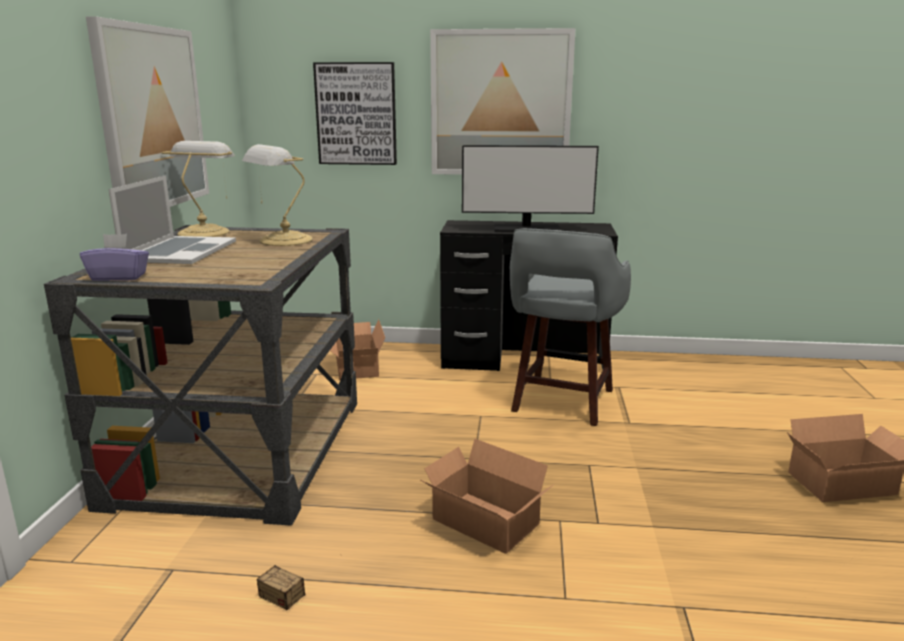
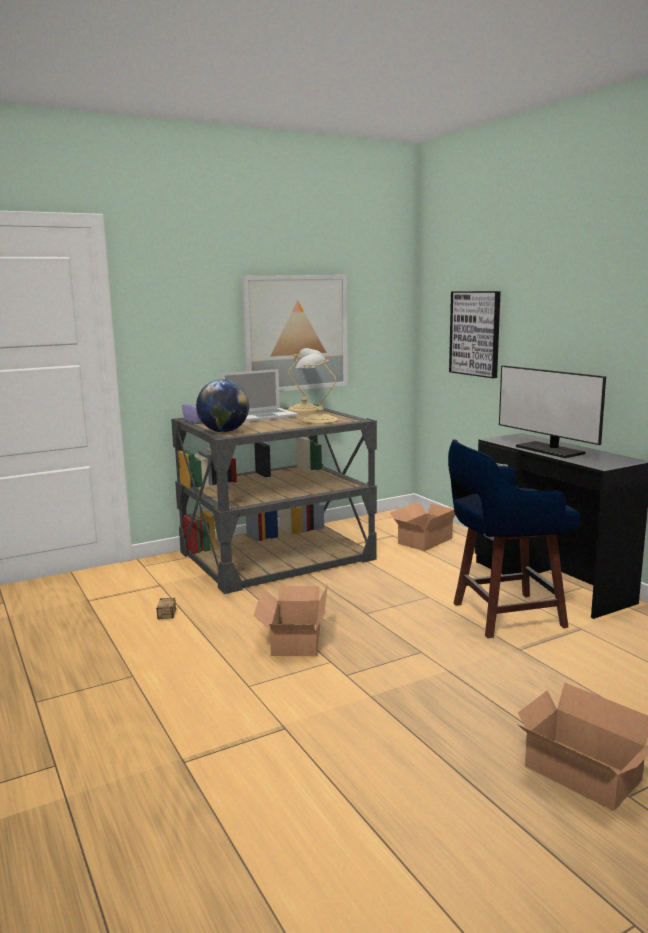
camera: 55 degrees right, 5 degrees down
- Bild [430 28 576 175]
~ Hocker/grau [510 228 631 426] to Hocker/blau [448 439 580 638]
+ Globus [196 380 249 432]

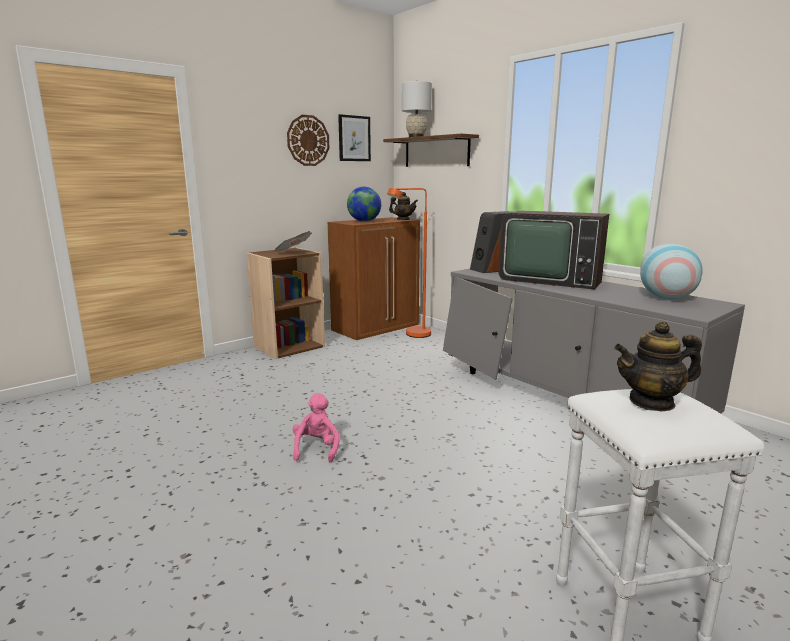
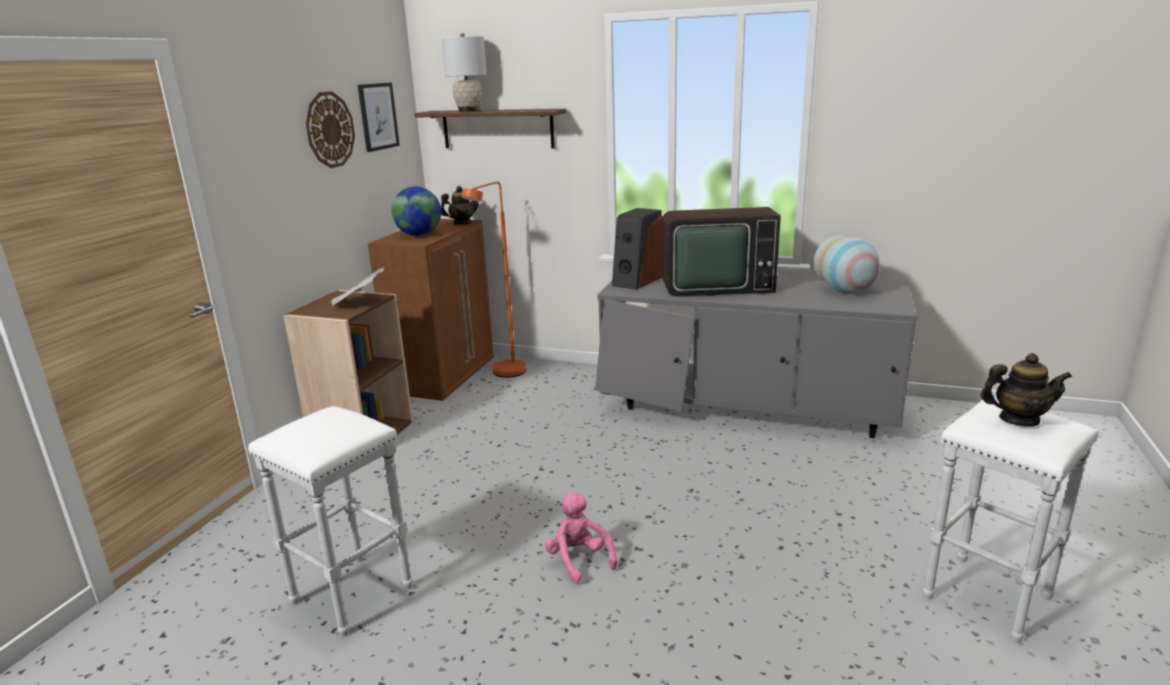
camera: 30 degrees left, 5 degrees up
~ Teekanne [614 321 702 411] = [980 353 1072 427] 135 degrees counterclockwise
+ Hocker/weiß [248 406 413 637]

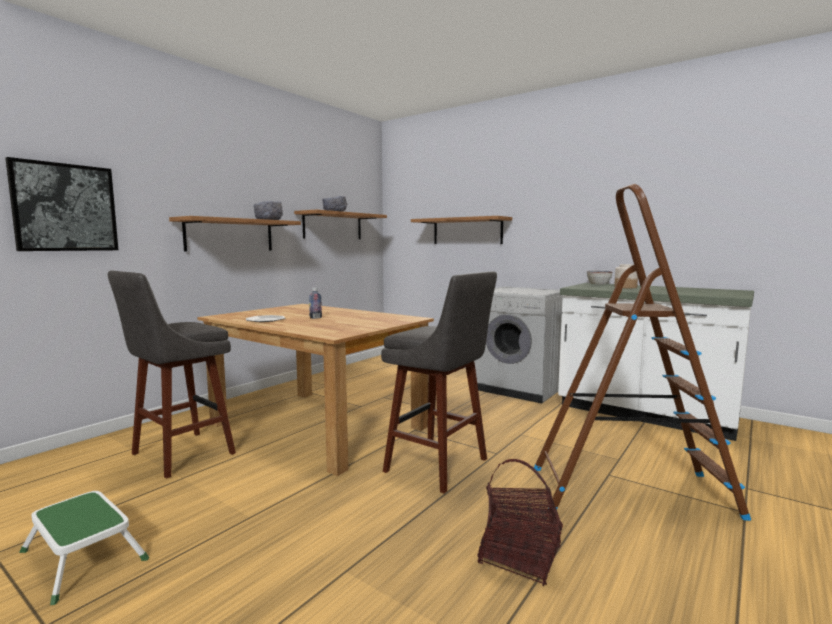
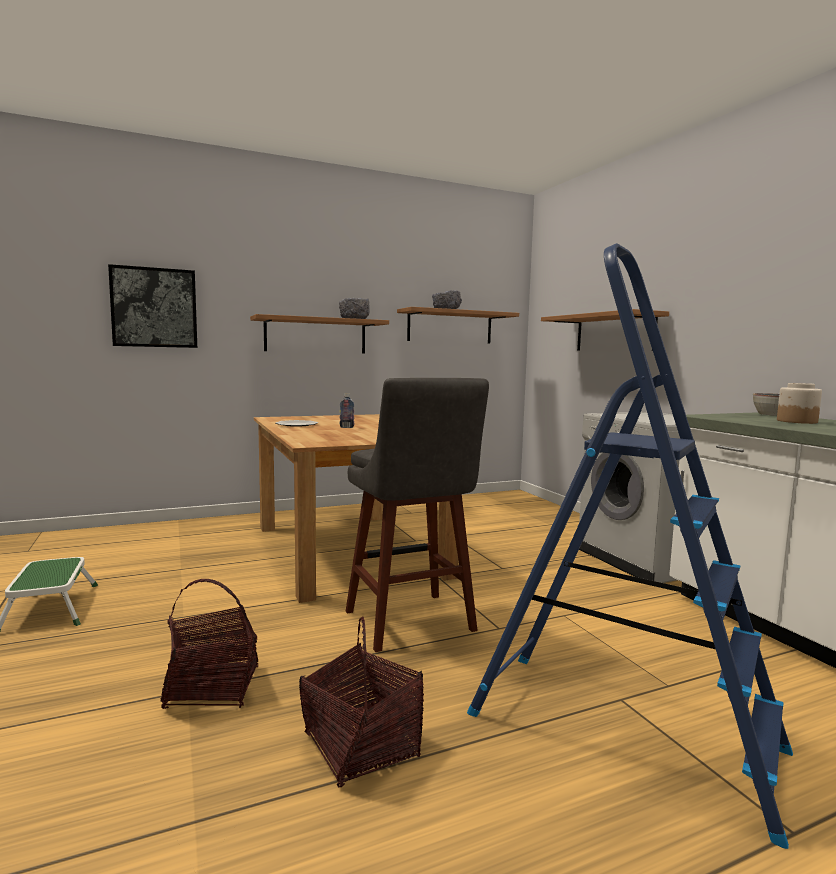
camera: 30 degrees right, 0 degrees up
- Hocker/grau [108 271 236 479]
~ Trittleiter/braun [534 184 751 521] to Trittleiter/blau [467 243 793 849]
+ Korb [161 579 258 709]

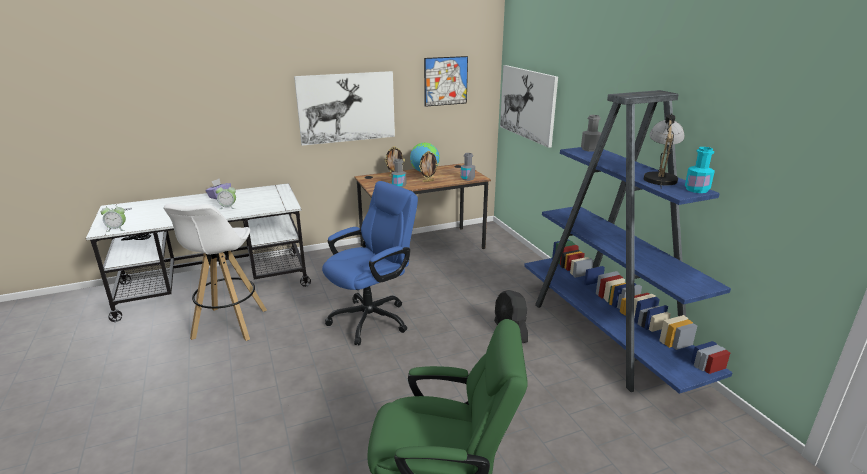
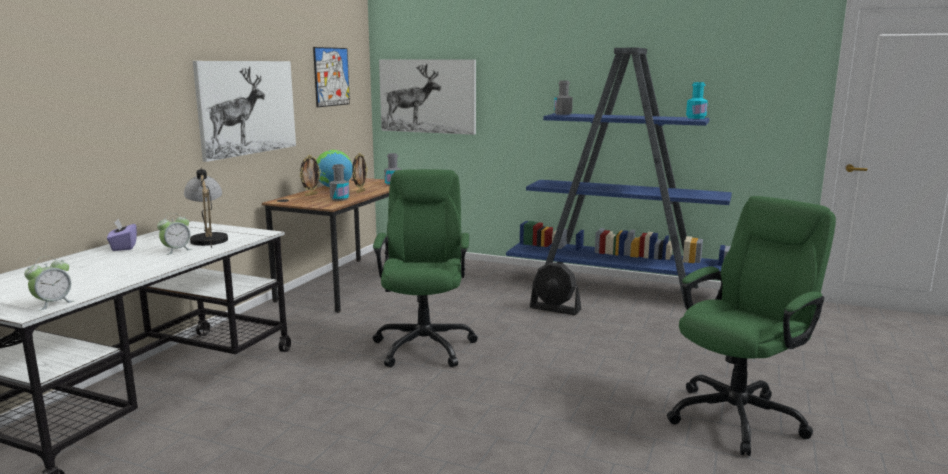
camera: 45 degrees left, 10 degrees down
- Hocker/weiß [163 204 267 341]
~ Bürostuhl/blau [322 181 418 345] to Bürostuhl/grün [373 169 478 367]
~ Tischlampe [644 113 684 189] to [184 167 228 248]

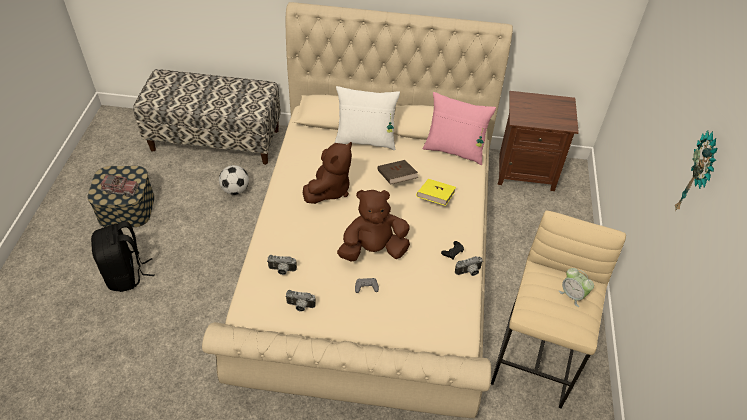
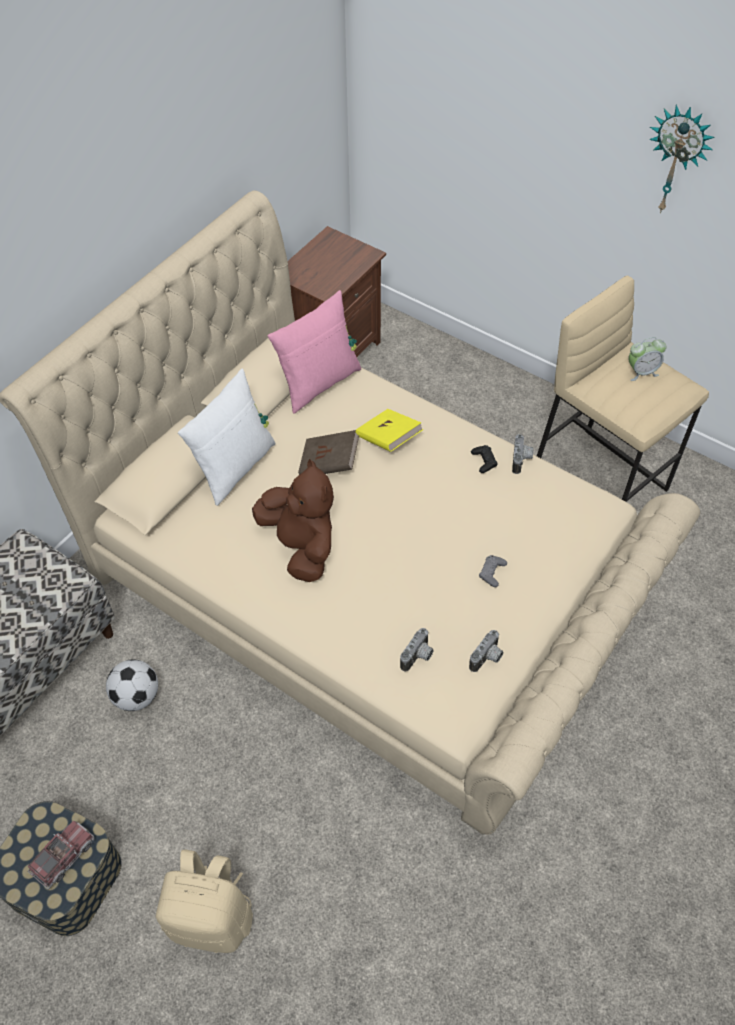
camera: 60 degrees left, 5 degrees up
~ Rucksack/schwarz [91 221 154 292] to Rucksack/beige [156 850 253 953]
- Plüschtier/braun [337 190 410 261]

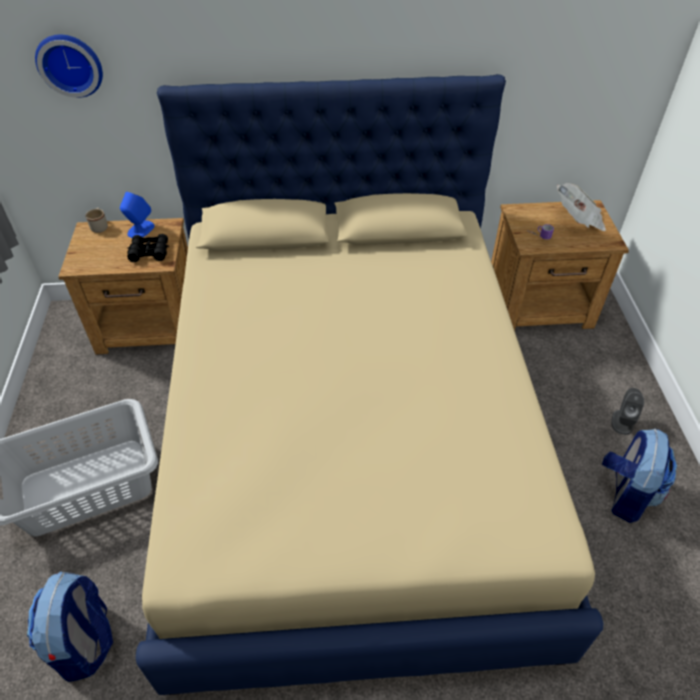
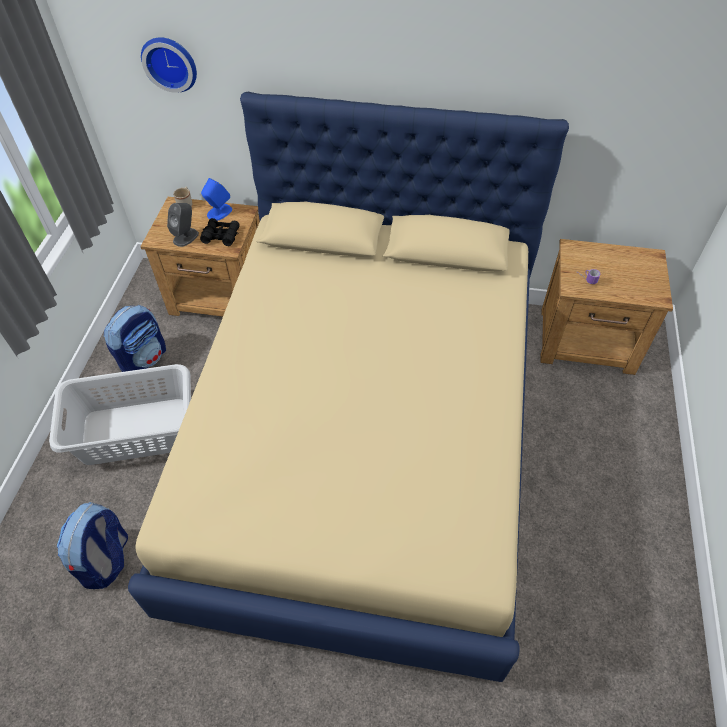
camera: 15 degrees right, 5 degrees up
- Zeitung [557 183 606 231]
~ Rucksack [602 429 677 523] to [104 305 166 372]
~ Lautsprecher/grau [611 388 644 435] to [167 203 199 247]

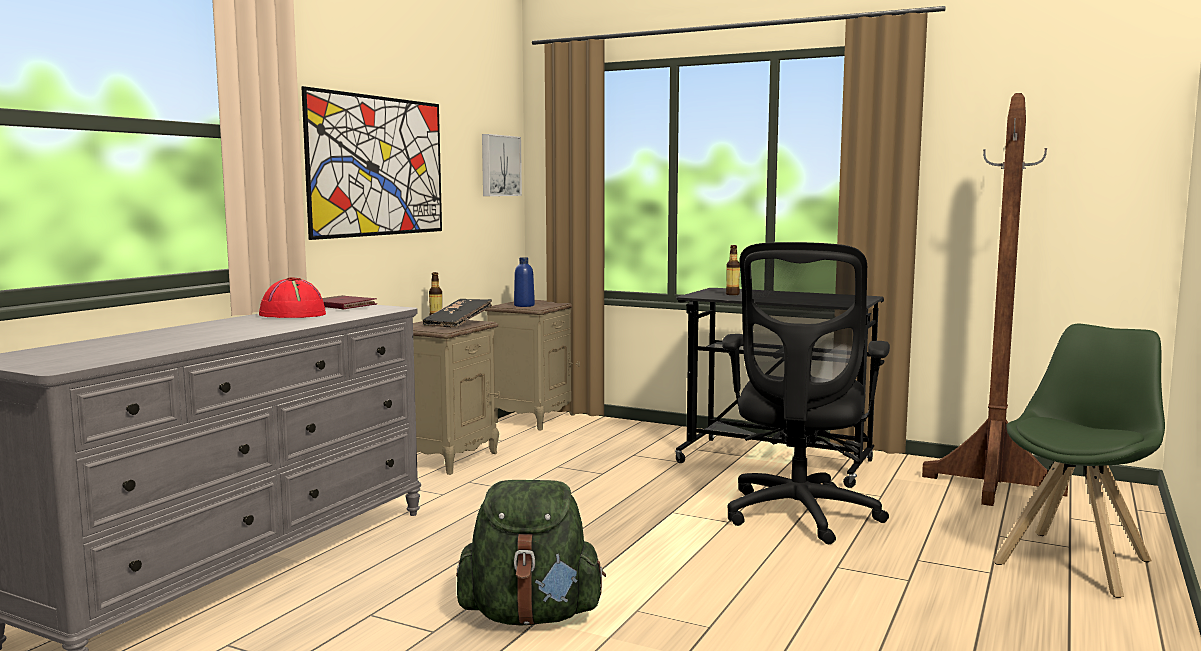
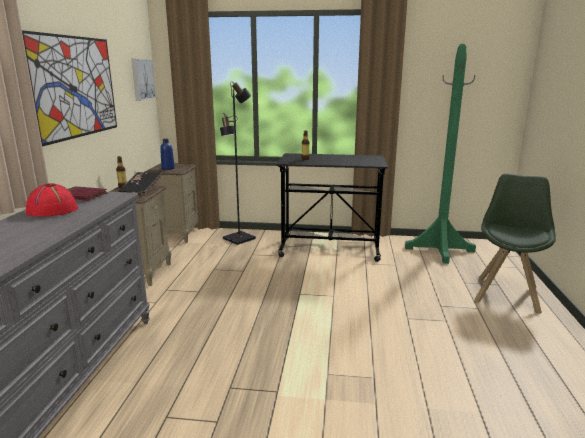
camera: 20 degrees left, 10 degrees up
- Rucksack/grün [456 480 606 626]
- Bürostuhl/schwarz [722 242 890 544]
~ Kleiderständer/braun [922 93 1068 506] to Kleiderständer/grün [405 44 476 264]
+ Stehlampe/schwarz [220 81 256 245]

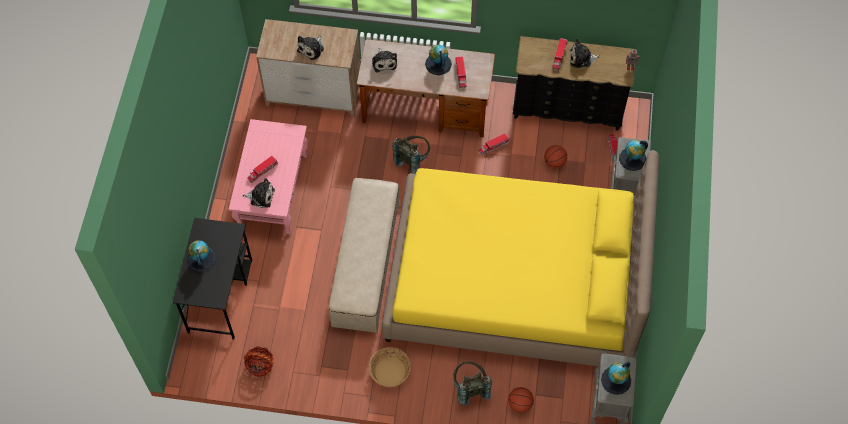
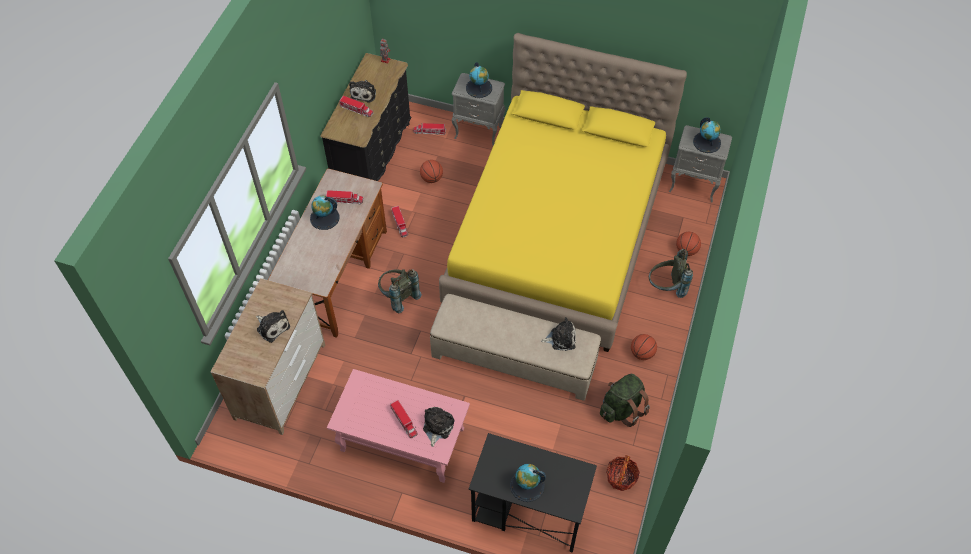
camera: 80 degrees left, 5 degrees down
~ Korb [369 347 411 387] to Basketball [631 334 657 360]
~ Plüschtier [372 48 397 72] to [541 317 576 351]
+ Rucksack/grün [600 374 650 427]

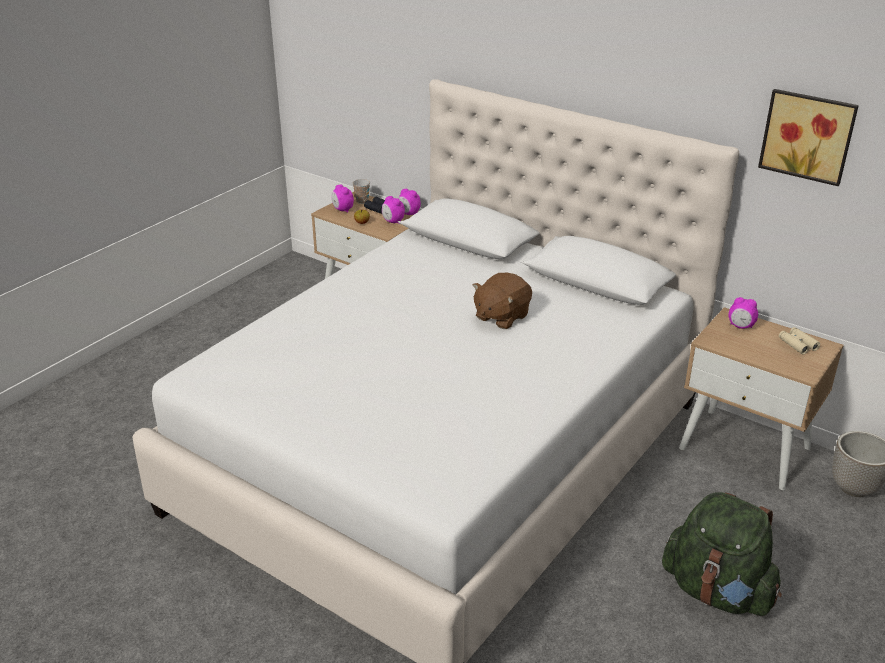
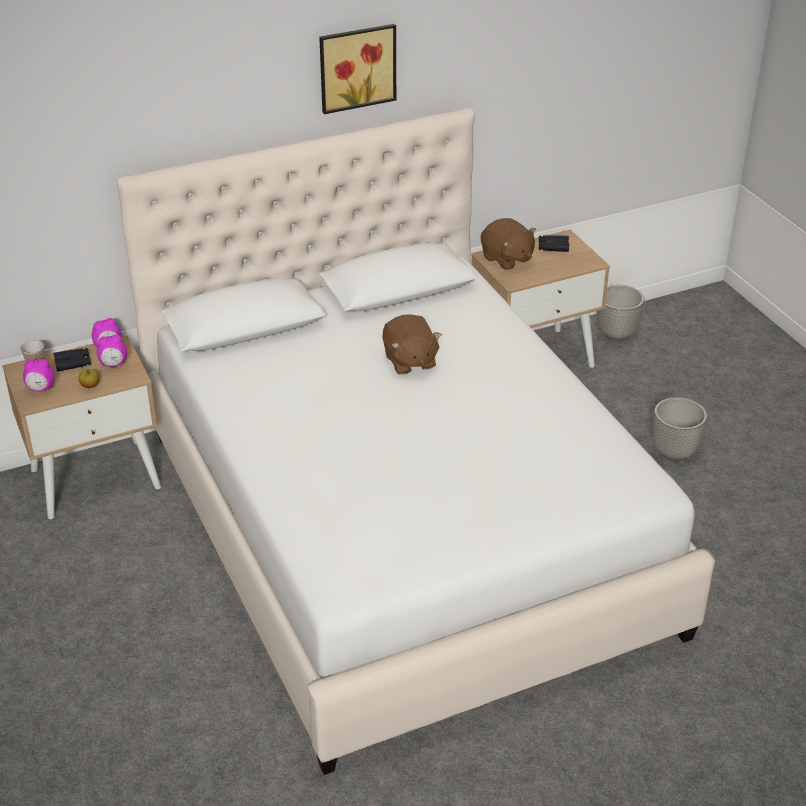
camera: 60 degrees left, 5 degrees up
~ Rucksack/grün [662 492 782 616] to Pflanzkübel [653 397 707 461]
~ Wecker [729 297 758 329] to Plüschtier/braun [481 218 536 270]
~ Bild [758 89 859 186] to [319 24 396 114]
~ Fernglas/beige [779 327 820 354] to Fernglas/schwarz [539 235 569 252]

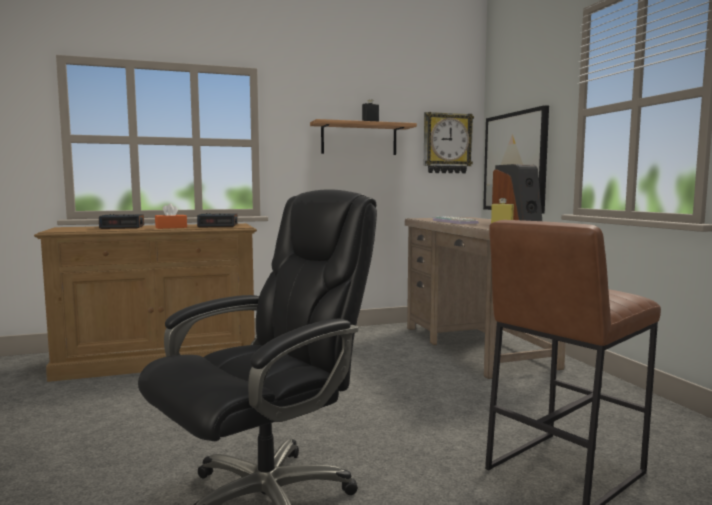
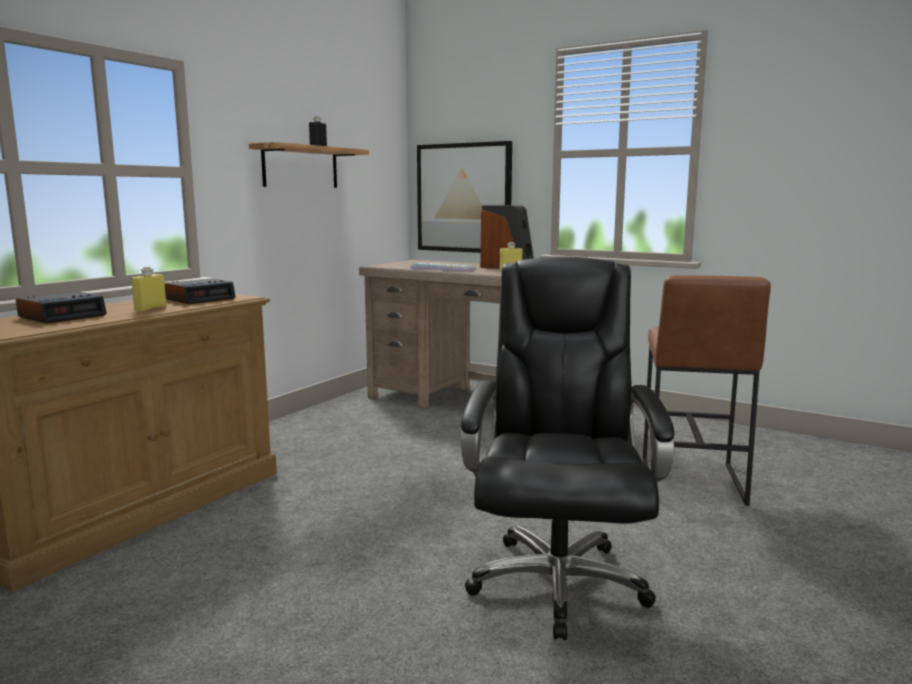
camera: 40 degrees left, 5 degrees up
~ Taschentuchbox/orange [155 203 187 229] to Flasche/gelb [131 267 167 312]
- Wanduhr [424 112 474 173]

